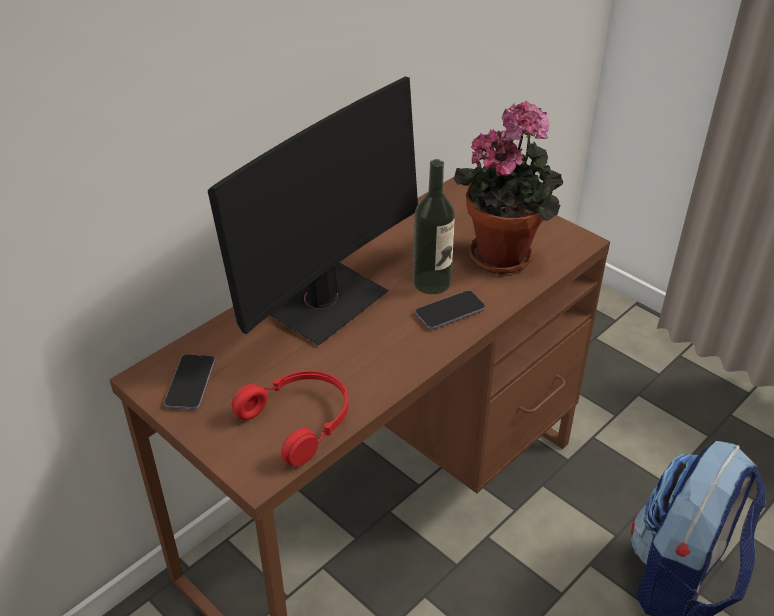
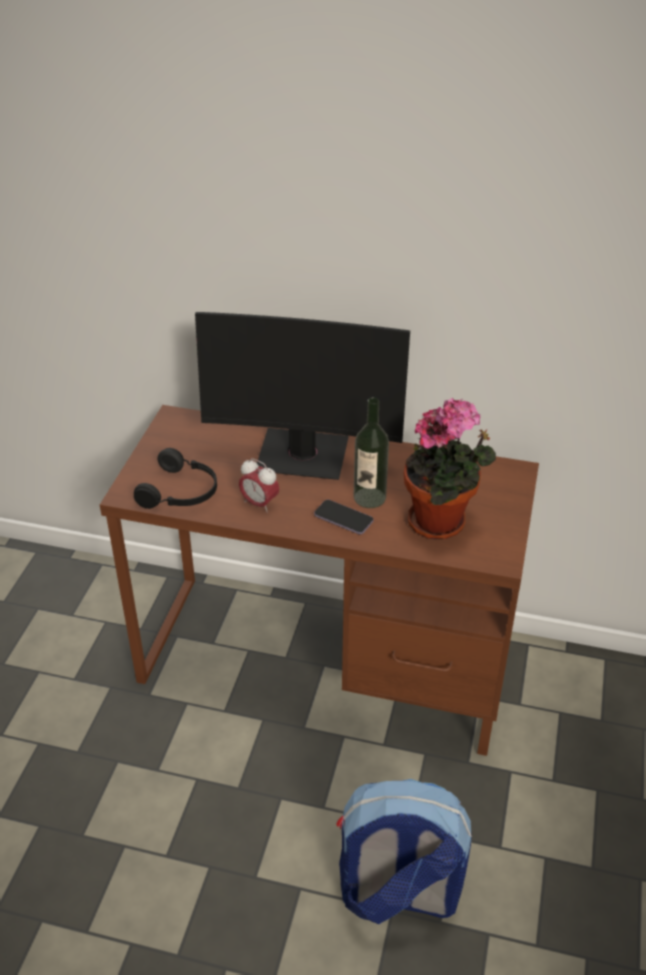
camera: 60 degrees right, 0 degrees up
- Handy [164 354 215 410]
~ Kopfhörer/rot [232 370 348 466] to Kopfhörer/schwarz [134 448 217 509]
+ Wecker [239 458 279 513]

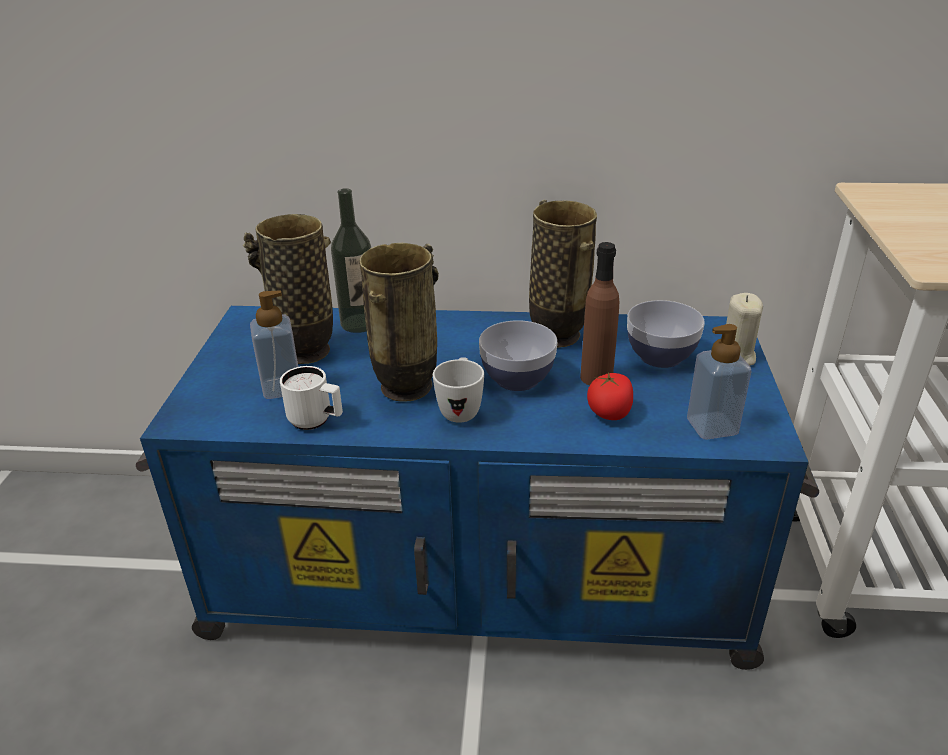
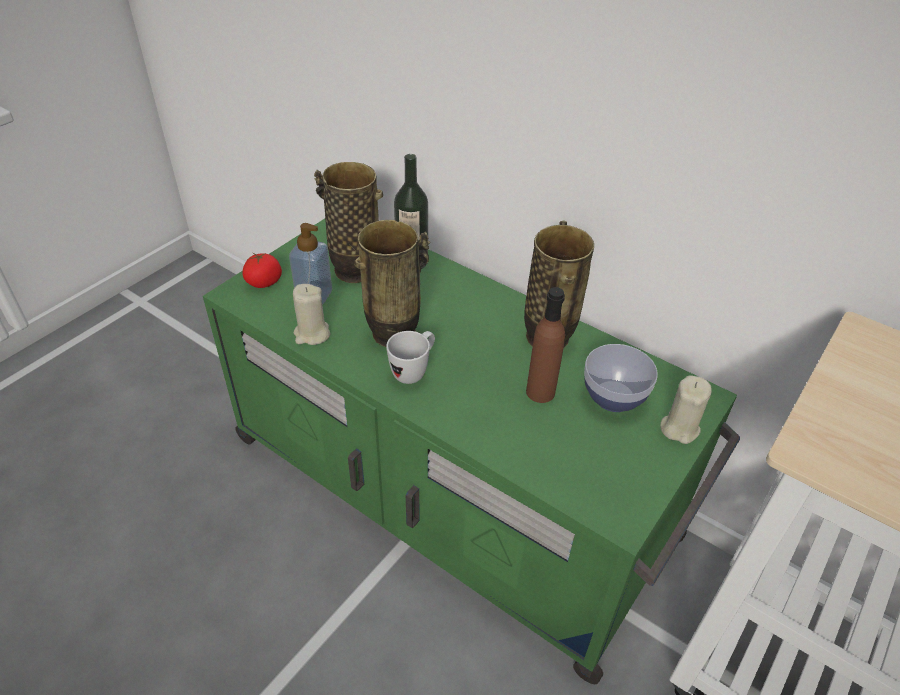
camera: 30 degrees right, 10 degrees up
~ Schrank/blau [136 306 819 670] to Schrank/grün [203 219 740 684]
~ Henkelbecher/weiß [280 366 343 430] to Kerze/beige [293 284 330 345]
- Schüssel [479 320 557 391]
~ Tomate [587 372 633 420] to [243 253 282 288]
- Seifenspender [687 324 752 440]

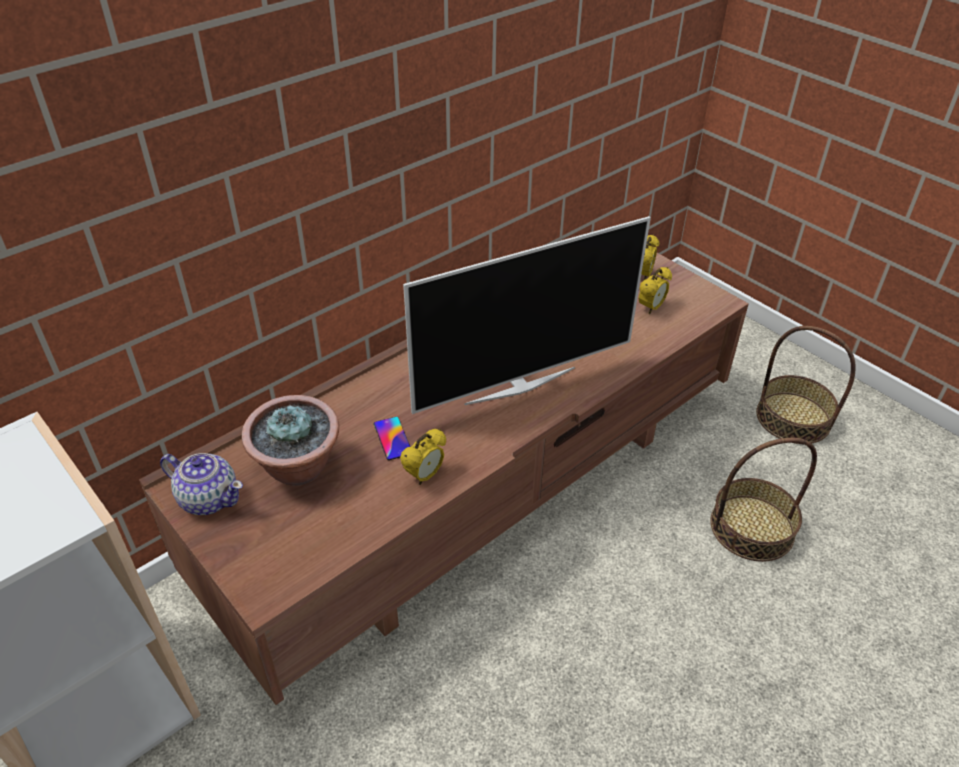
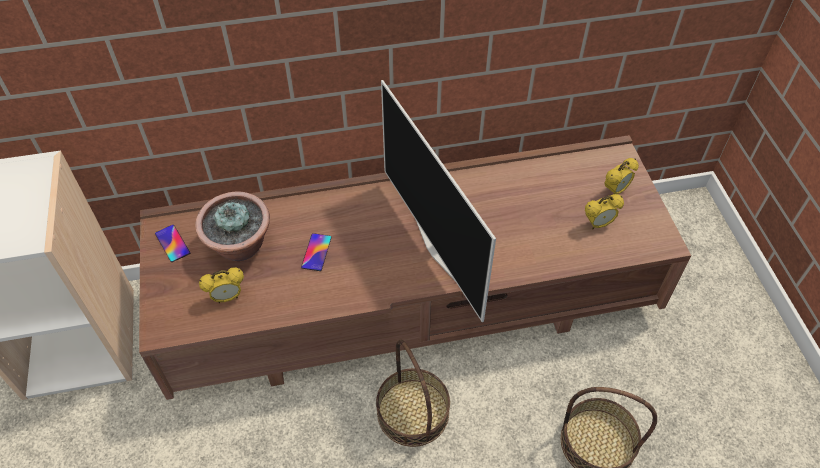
camera: 30 degrees right, 10 degrees up
~ Teekanne [160 453 243 515] to Handy [155 225 190 262]
~ Wecker [400 429 446 485] to [199 267 244 303]
~ Fernseher [403 216 651 414] = [381 80 496 322] 60 degrees clockwise
~ Korb [756 326 856 444] to [376 340 450 447]

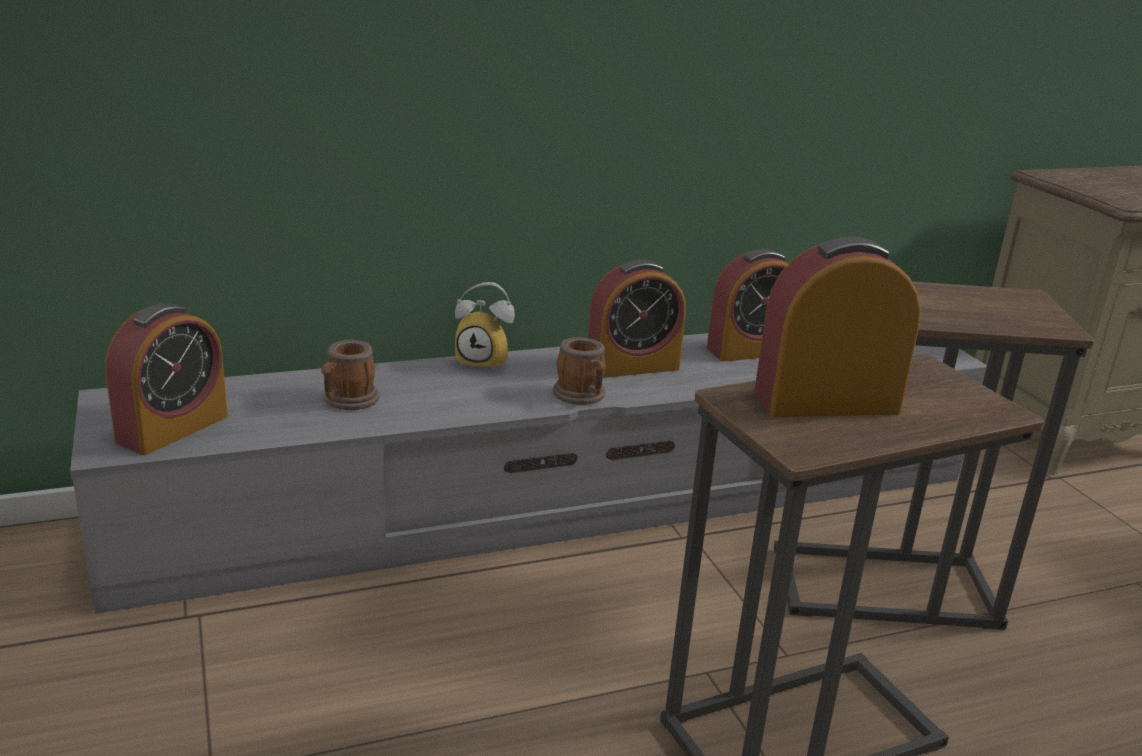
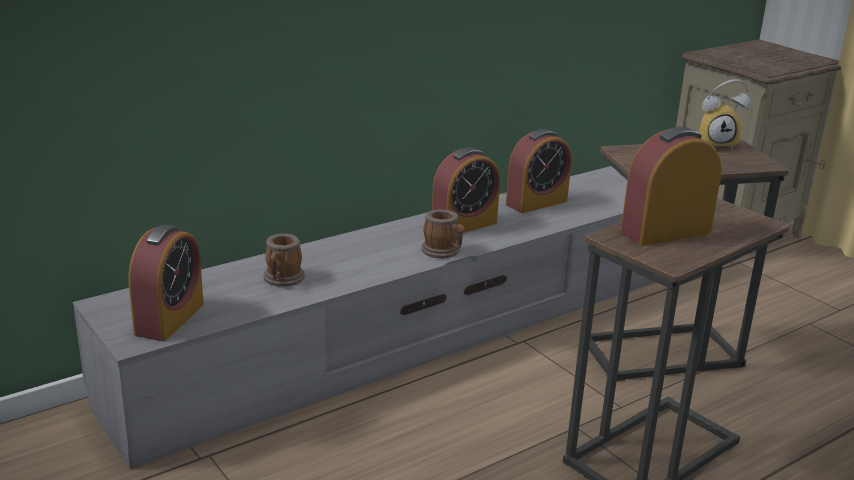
camera: 15 degrees left, 0 degrees up
~ Wecker [455 282 515 372] to [699 79 751 149]

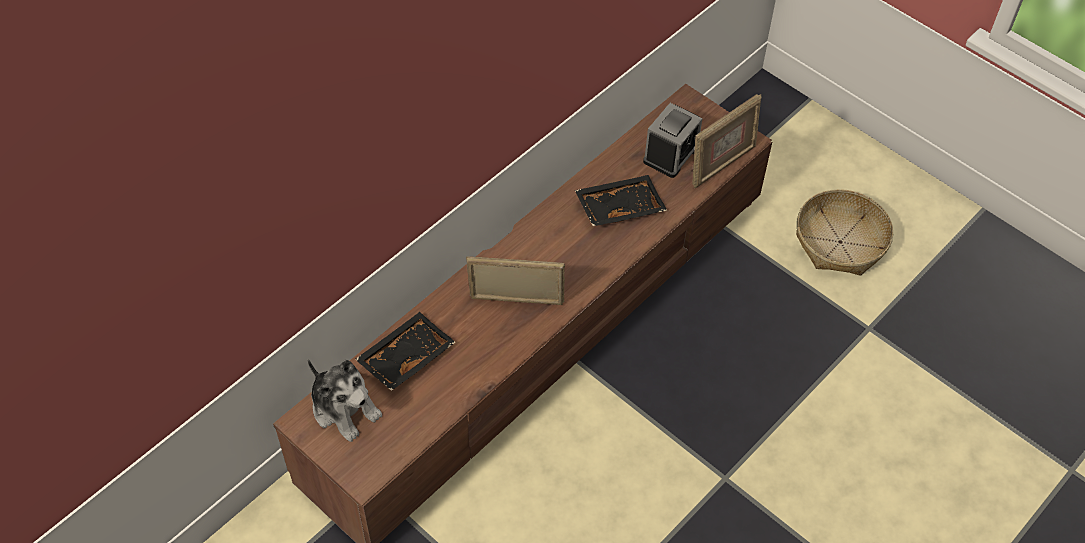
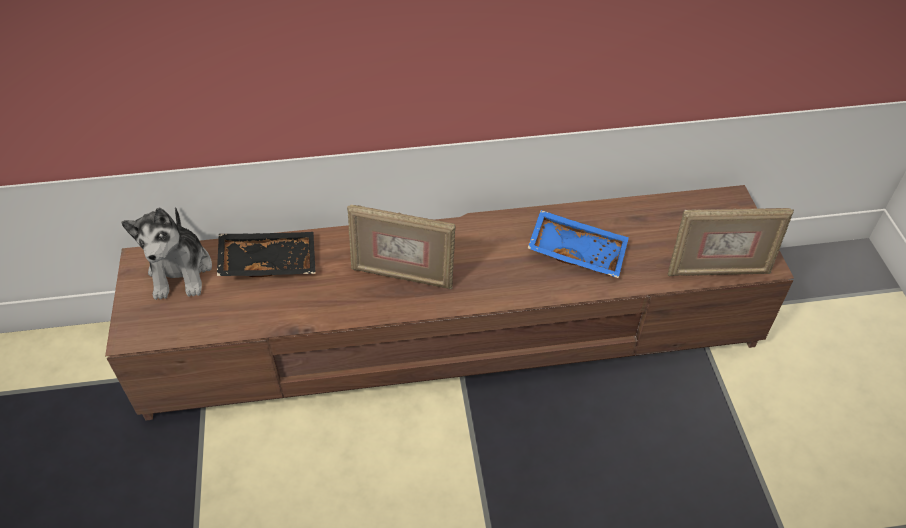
camera: 40 degrees right, 5 degrees down
~ Bilderrahmen [466 256 565 305] = [347 204 455 289] 150 degrees clockwise
~ Tablett/schwarz [575 175 667 226] to Tablett/blau [528 210 629 278]
- Wecker [643 103 702 178]
- Korb [796 189 893 276]

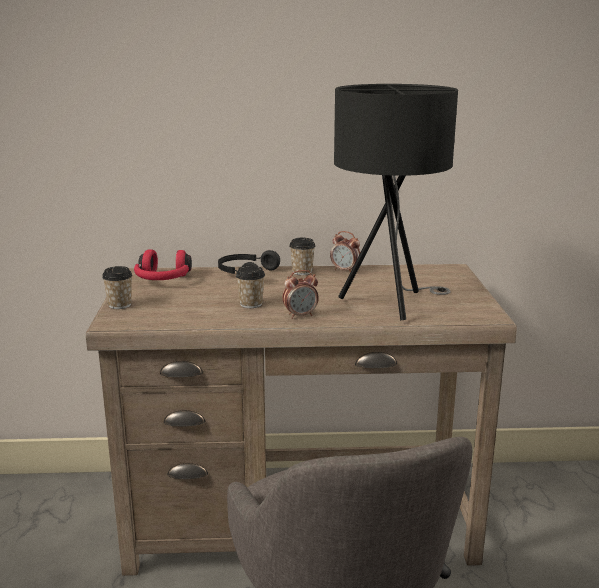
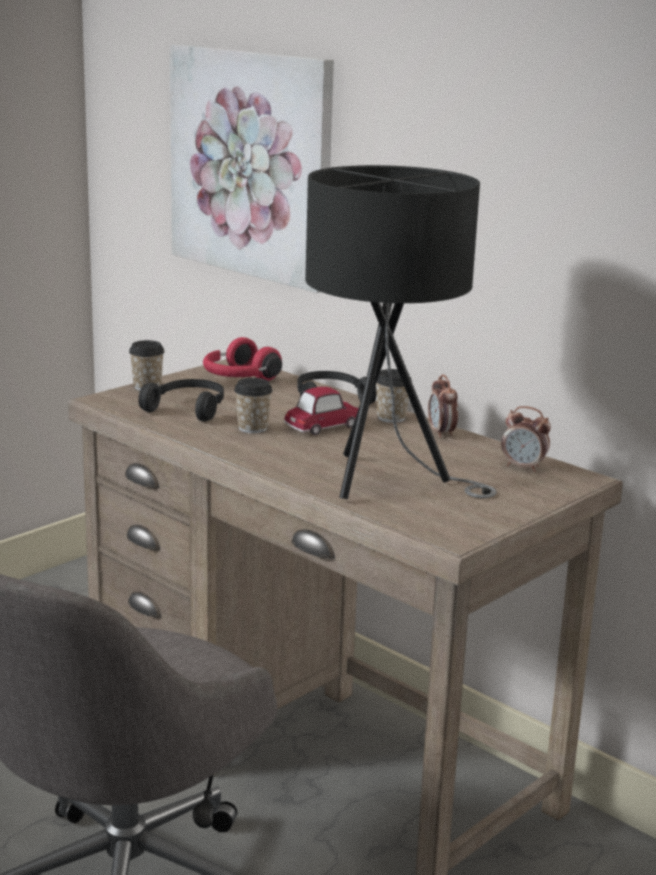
camera: 45 degrees right, 0 degrees up
~ Wecker [282 270 319 319] to [501 406 551 472]
+ Kopfhörer/schwarz [138 379 224 421]
+ Bild [170 44 334 293]
+ Spielzeugauto [284 387 359 435]

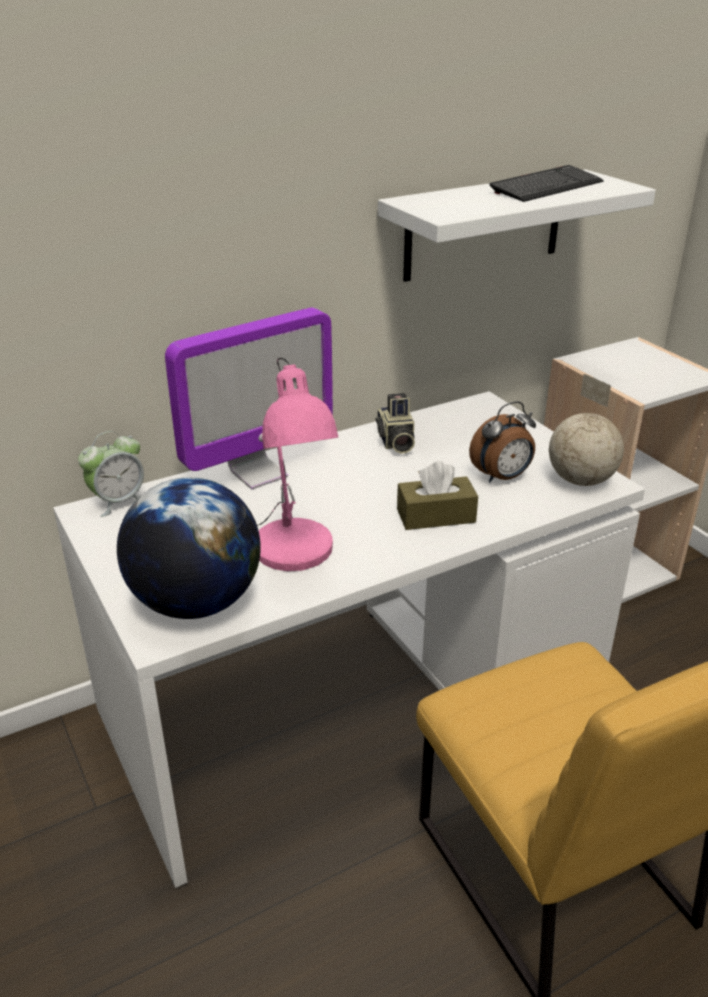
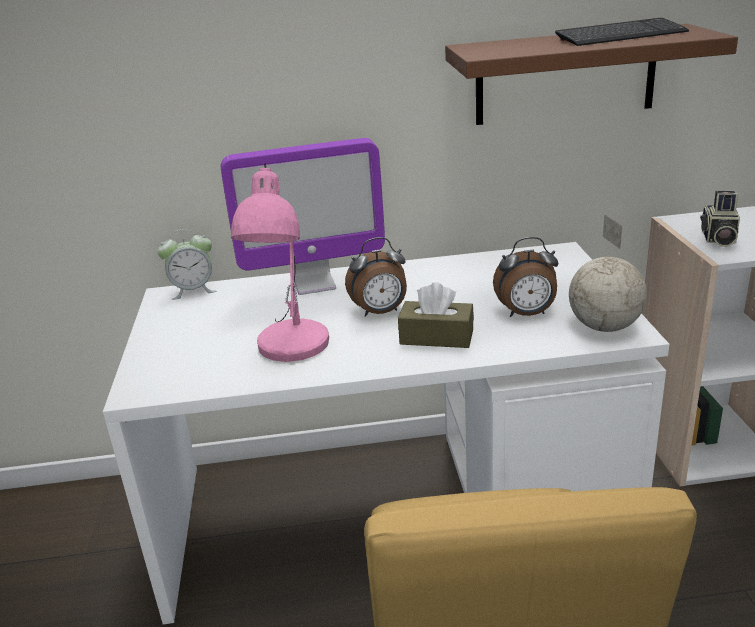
camera: 25 degrees right, 5 degrees down
- Globus [117 477 261 619]
~ Kamera [375 393 415 454] to [700 191 740 247]
~ Wandregal/weiß [378 169 656 282] to Wandregal/braun [445 24 738 125]
+ Wecker [345 237 407 317]

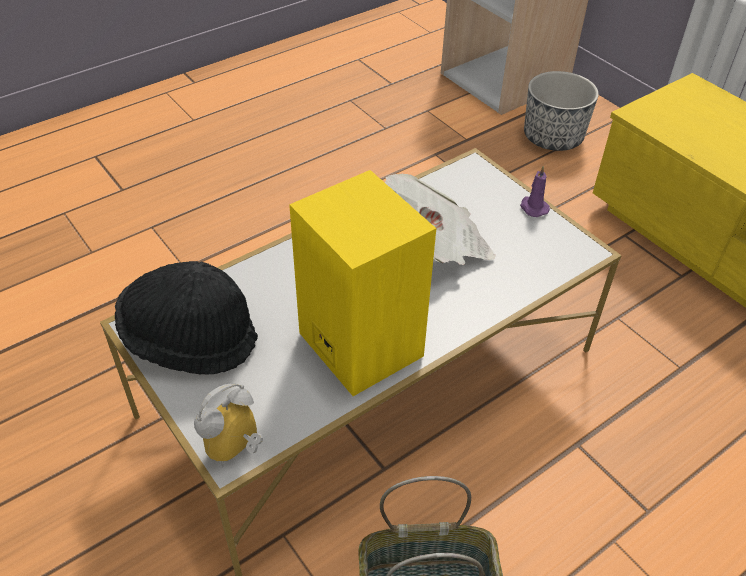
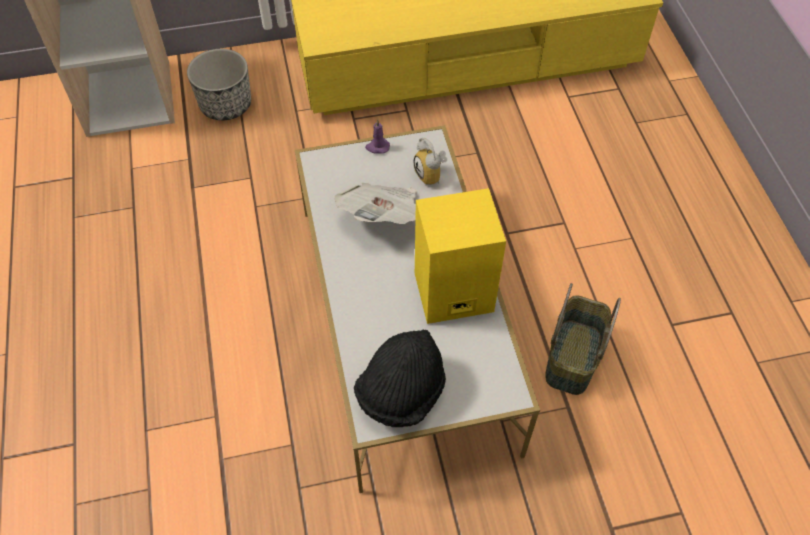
camera: 65 degrees left, 10 degrees up
~ Wecker [194 383 263 467] to [414 138 447 185]

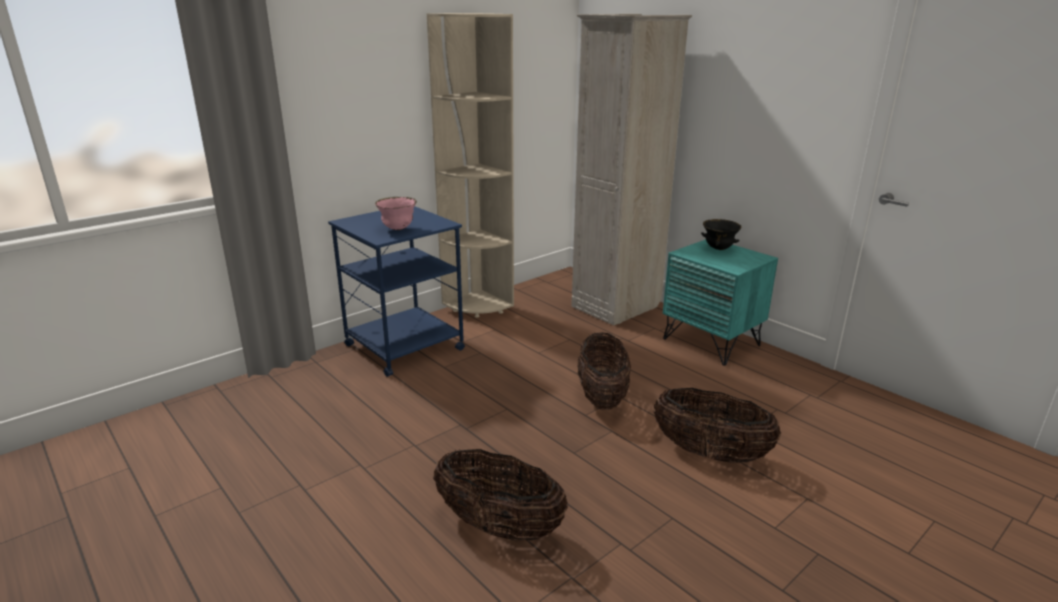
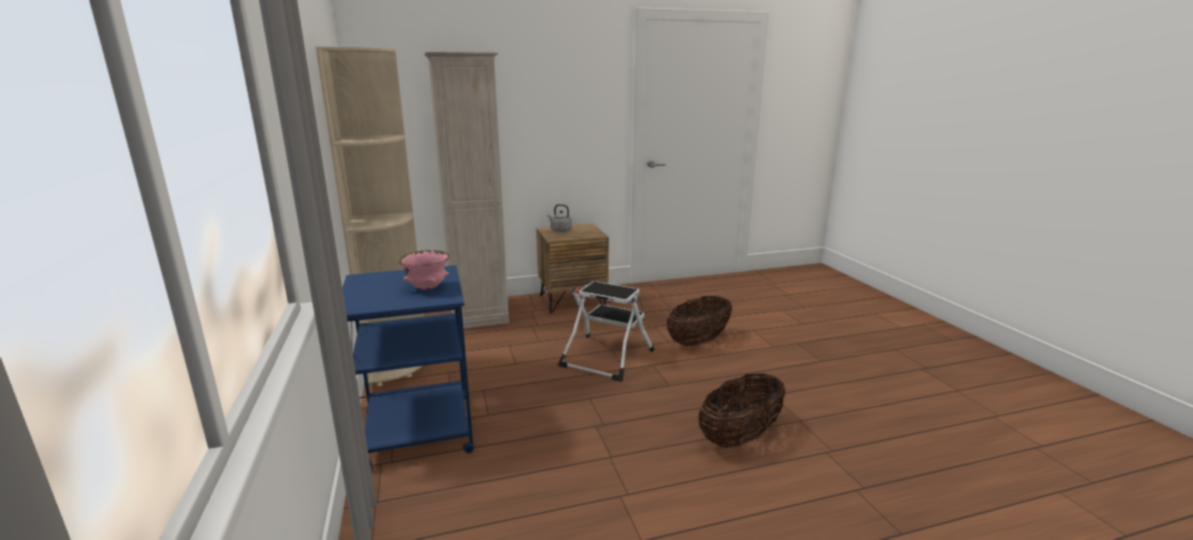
camera: 65 degrees left, 5 degrees down
~ Korb [577 332 631 410] to Trittleiter [558 281 655 382]
~ Nachttisch/türkis [663 239 778 366] to Nachttisch/braun [536 223 609 313]
~ Schüssel/schwarz [701 219 742 250] to Wasserkessel/grau [547 204 572 232]

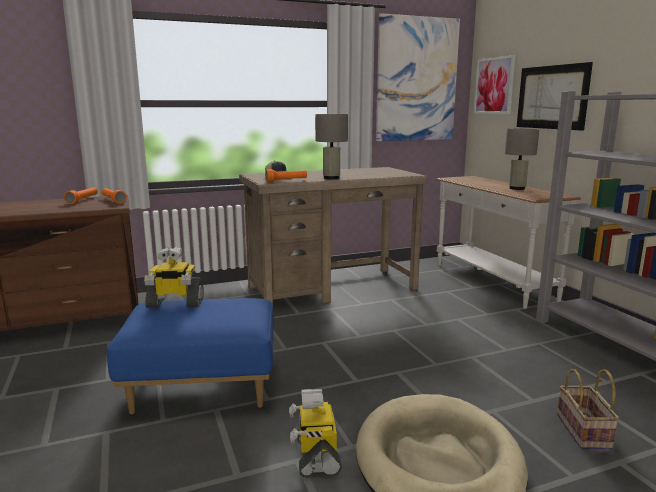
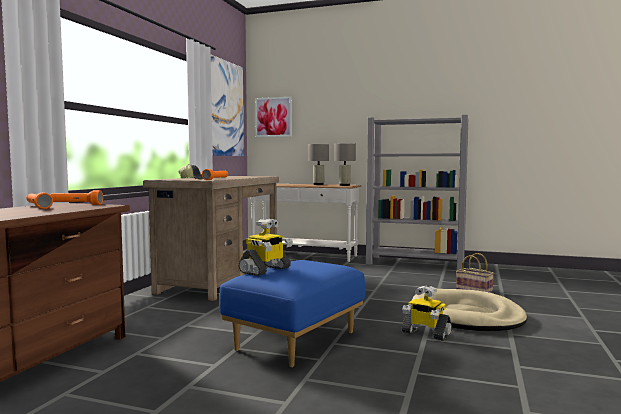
camera: 50 degrees left, 10 degrees down
~ Tischlampe/grau [315 114 348 179] to [334 143 356 186]
- Bild [517 62 593 131]

